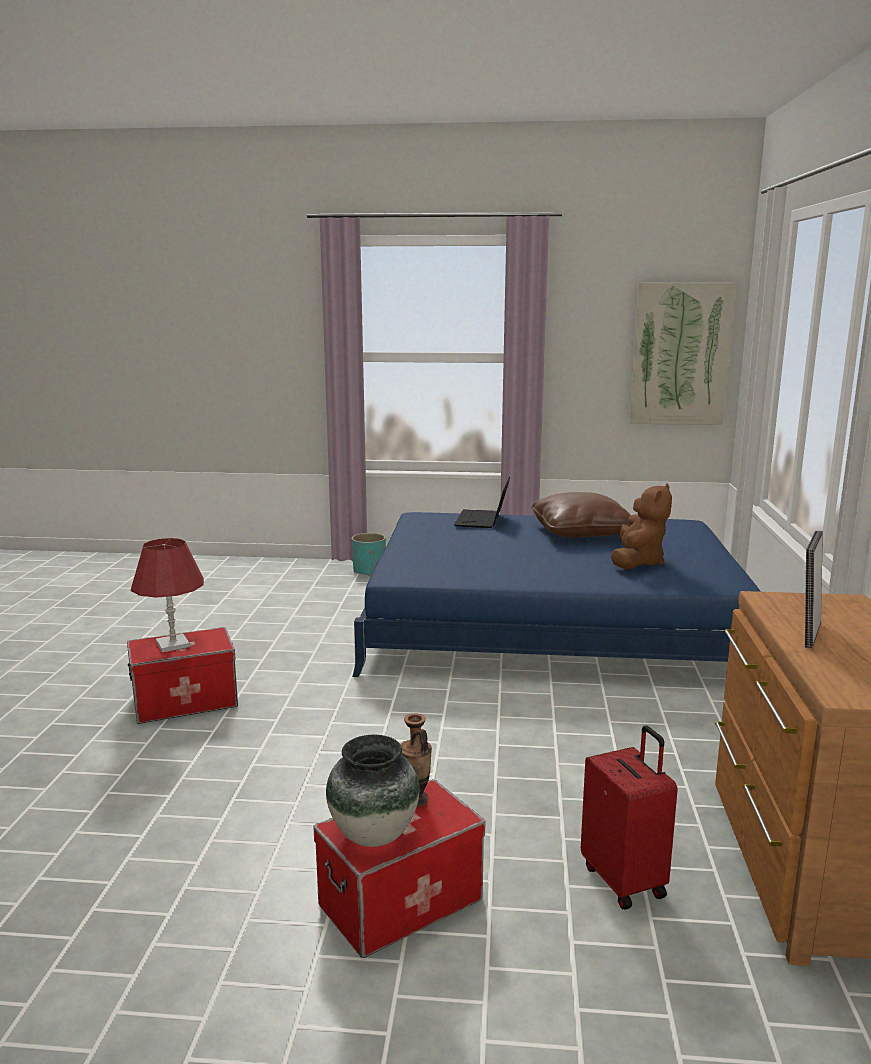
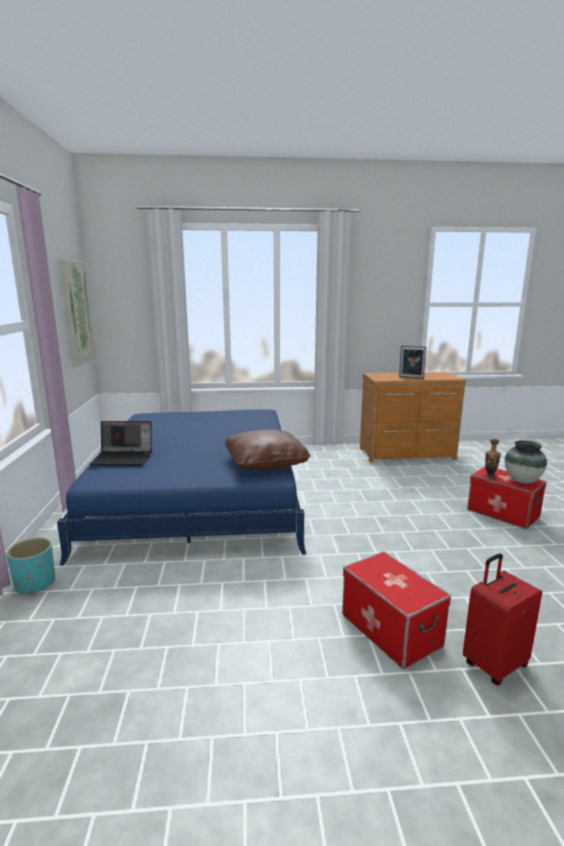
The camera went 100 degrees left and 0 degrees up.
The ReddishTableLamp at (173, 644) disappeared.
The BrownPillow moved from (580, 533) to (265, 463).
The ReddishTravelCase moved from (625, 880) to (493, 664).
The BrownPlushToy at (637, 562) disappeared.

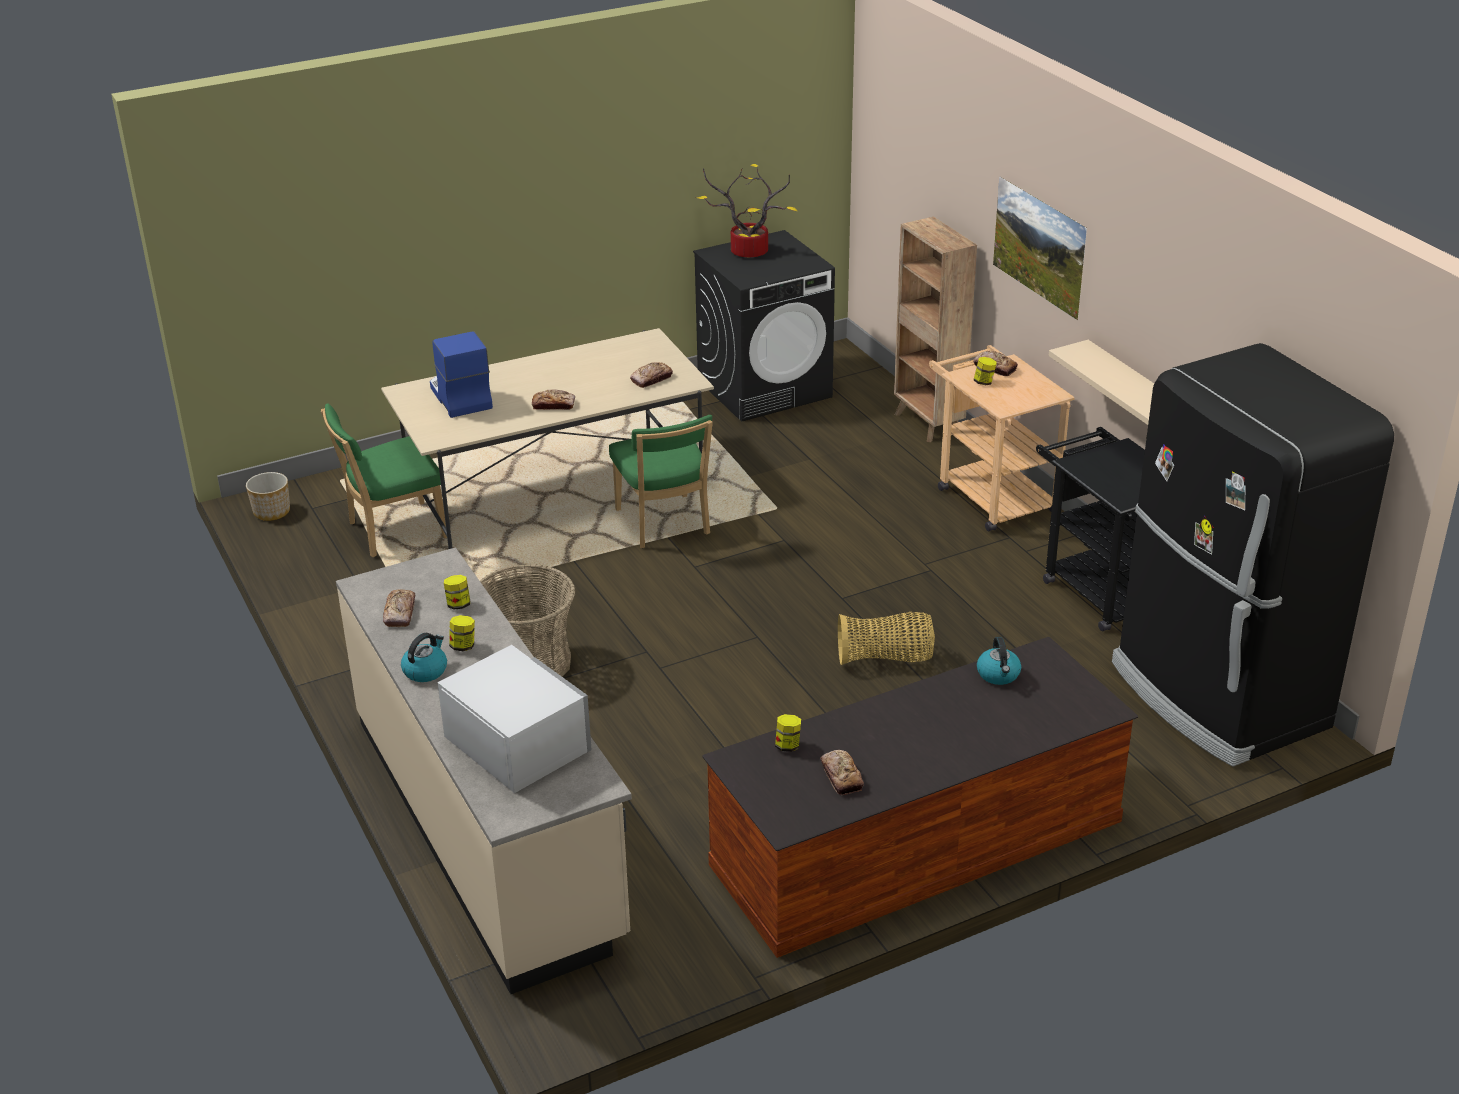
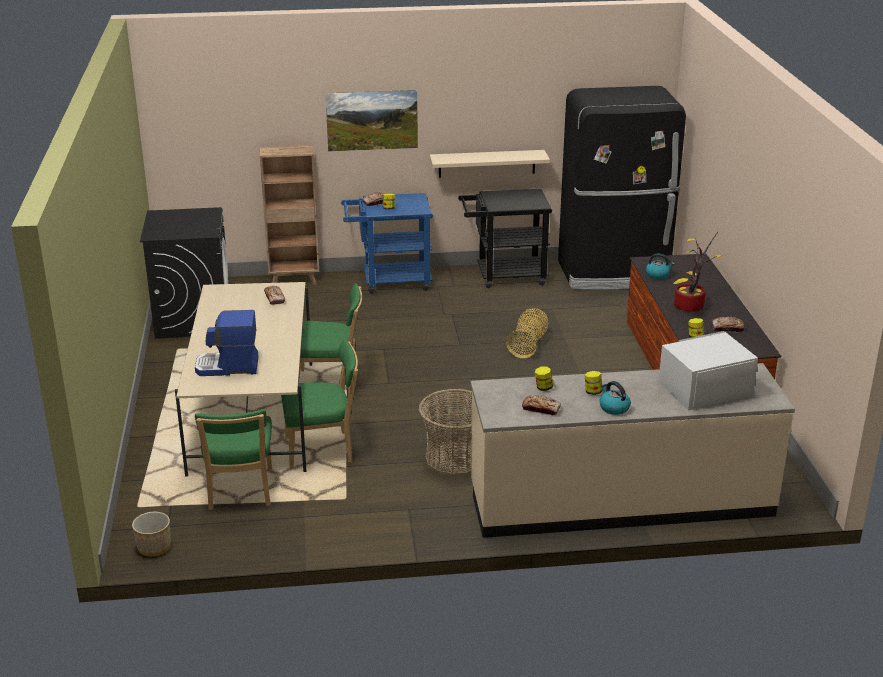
The camera went 70 degrees left and 5 degrees down.
The BakeryBread at (553, 405) disappeared.
The PottedPlant moved from (746, 252) to (690, 307).
The SandColouredTrolley at (991, 495) became the BlueColouredTrolley at (389, 281).
The GreenPlainChair at (322, 450) appeared.

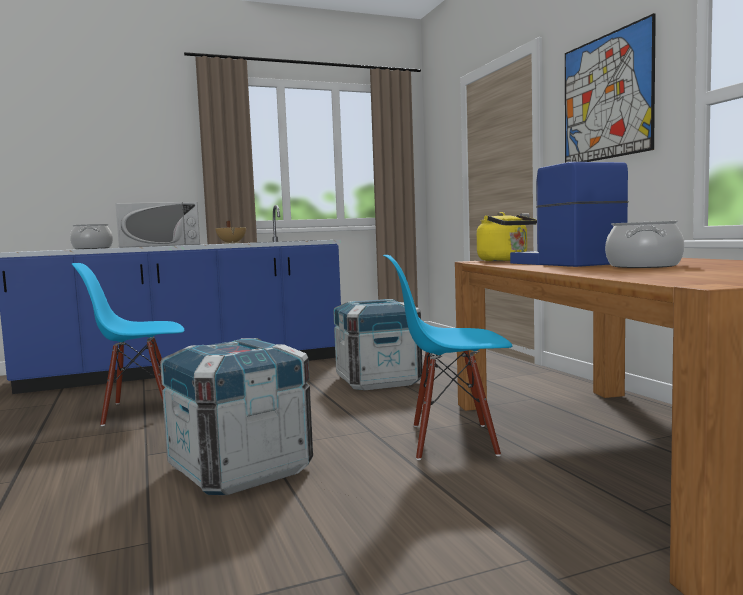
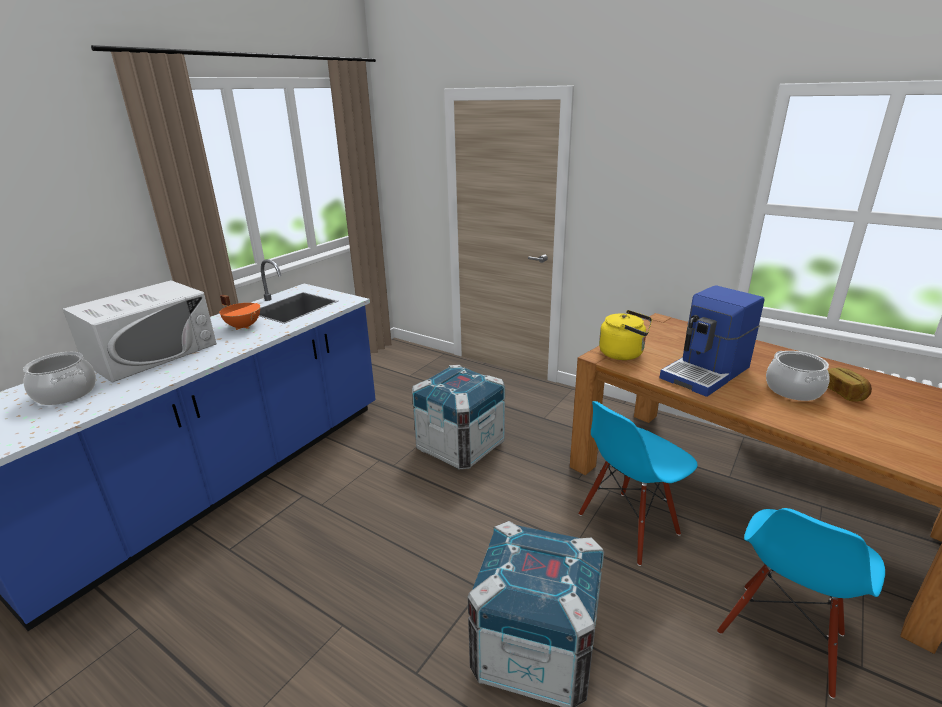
The camera went 35 degrees left and 20 degrees up.
The BlueColouredPlainChair moved from (140, 411) to (782, 636).
The SandColouredStockpot at (232, 243) became the OrangeColouredStockpot at (244, 326).
The CoffeeBrewer at (565, 263) turned 75 degrees counterclockwise.
The WallArt at (606, 97) disappeared.
The BakeryBread at (844, 393) appeared.

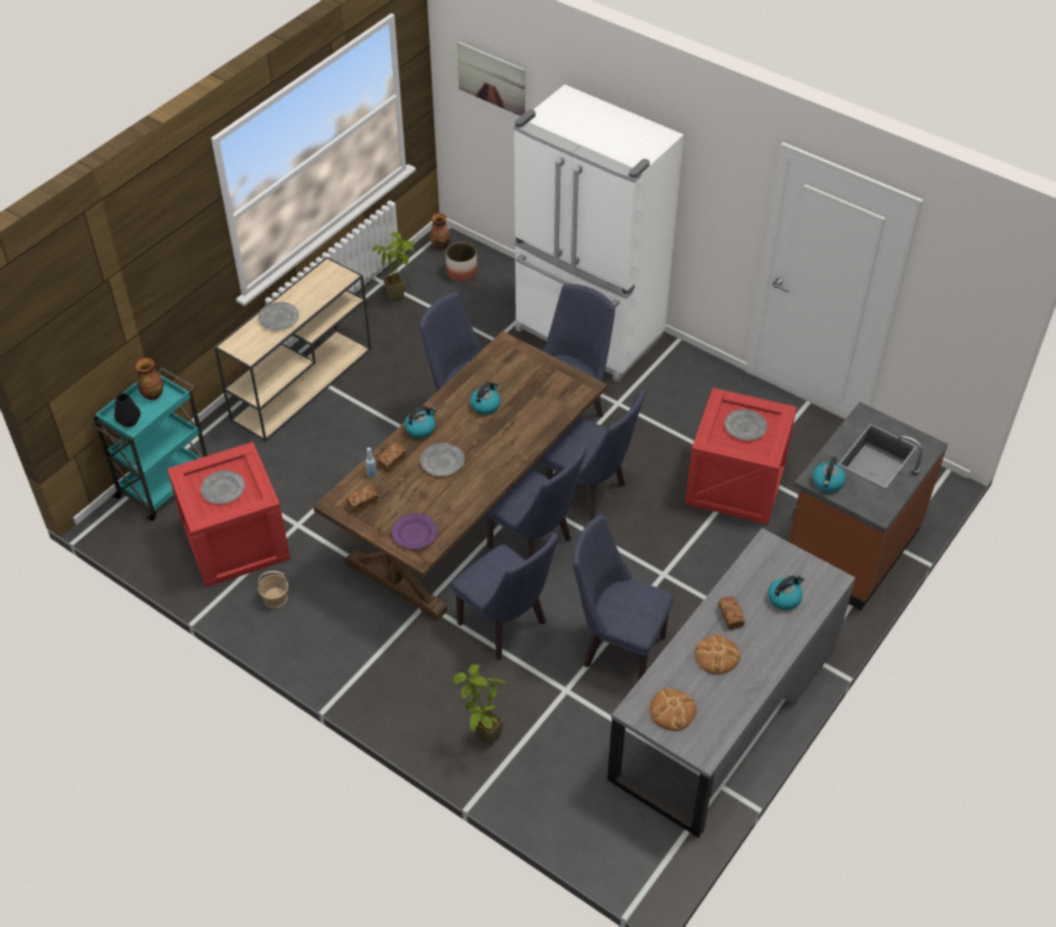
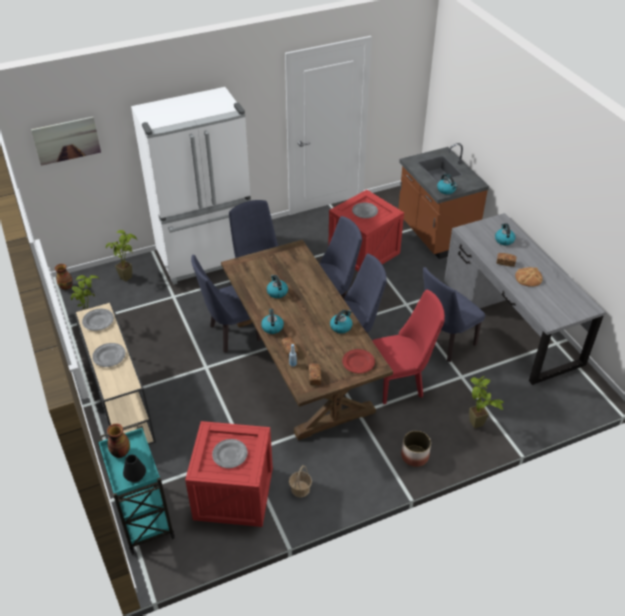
The camera went 60 degrees left and 5 degrees down.
The PurpleColouredFlatDish at (415, 533) became the ReddishFlatDish at (358, 362).
The GrayFlatDish moved from (442, 461) to (98, 321).
The PlantPot moved from (462, 272) to (414, 456).
The BlueColouredPlainChair at (507, 627) became the ReddishPlainChair at (401, 383).
The BakeryBread at (672, 710) disappeared.
The PottedPlant at (130, 276) appeared.
The WaterKettle at (341, 326) appeared.

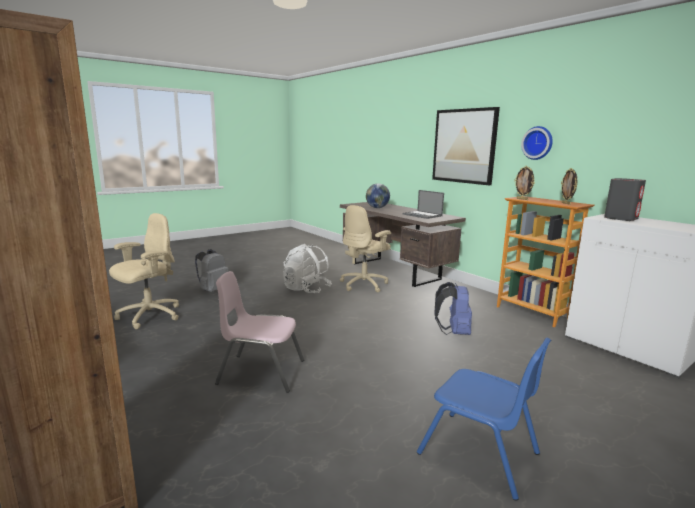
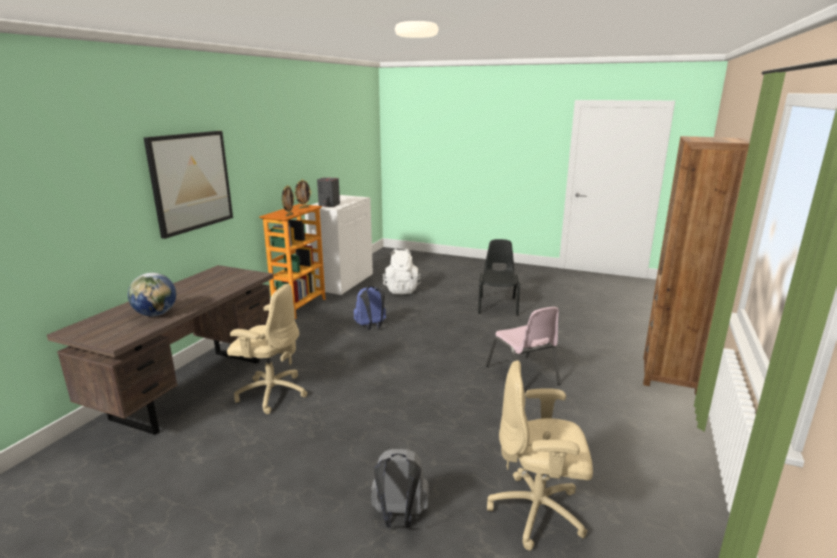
The camera went 120 degrees left and 5 degrees up.
The WhitishRucksack moved from (306, 289) to (401, 289).
The PortableComputer at (422, 215) disappeared.
The BlueColouredPlainChair at (479, 453) became the BlackColouredPlainChair at (498, 305).
The ClockOnTheWall at (538, 143) disappeared.

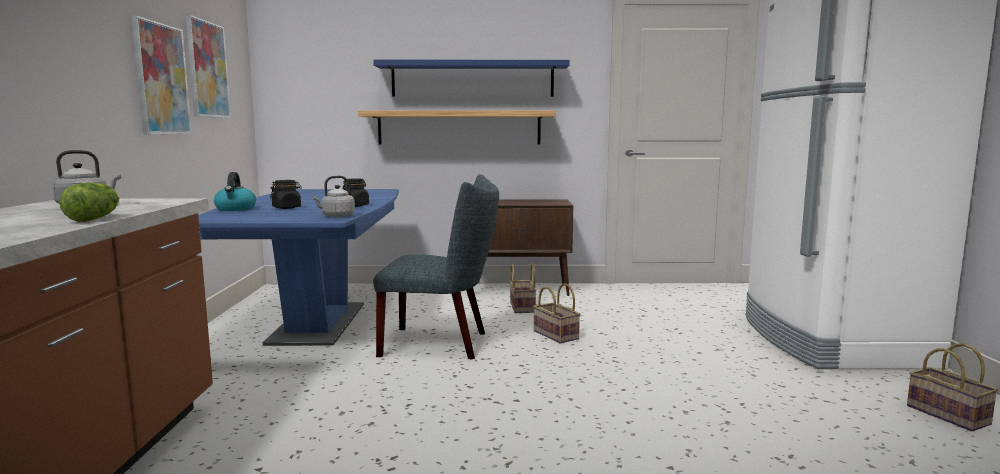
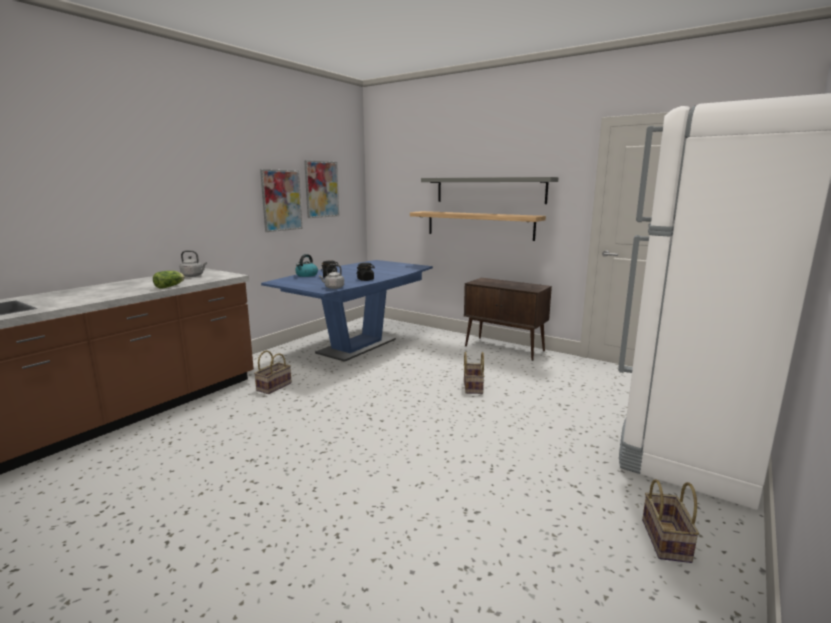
The camera went 35 degrees right and 5 degrees up.
The BlueColouredWallShelf at (472, 79) became the GrayWallShelf at (489, 190).
The GrayPlainChair at (441, 344) disappeared.
The HouseholdBasket moved from (521, 307) to (274, 386).

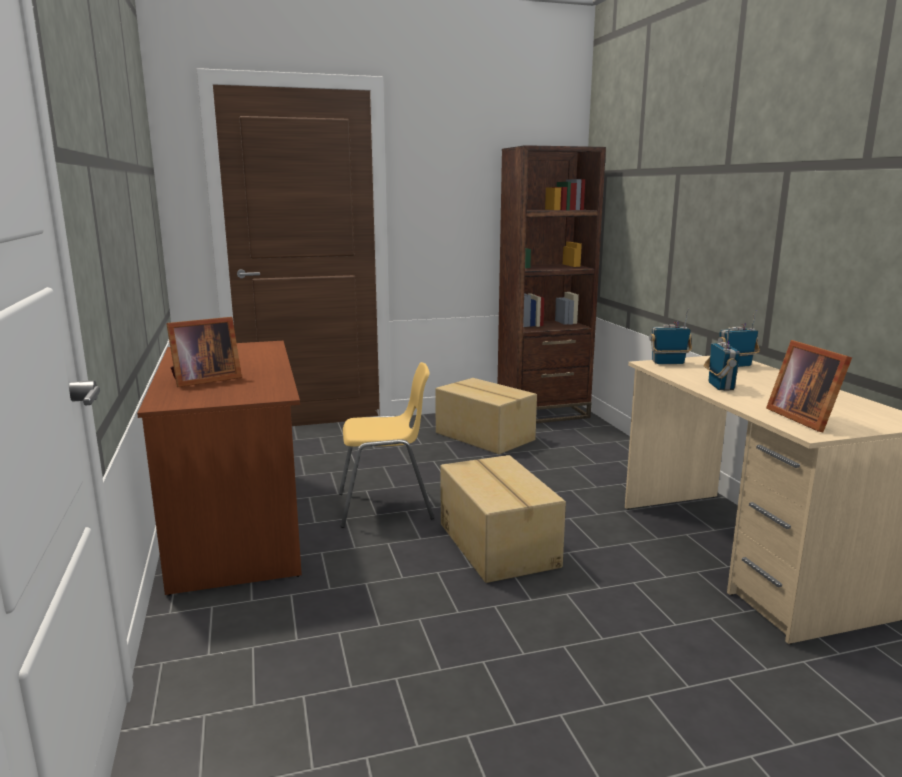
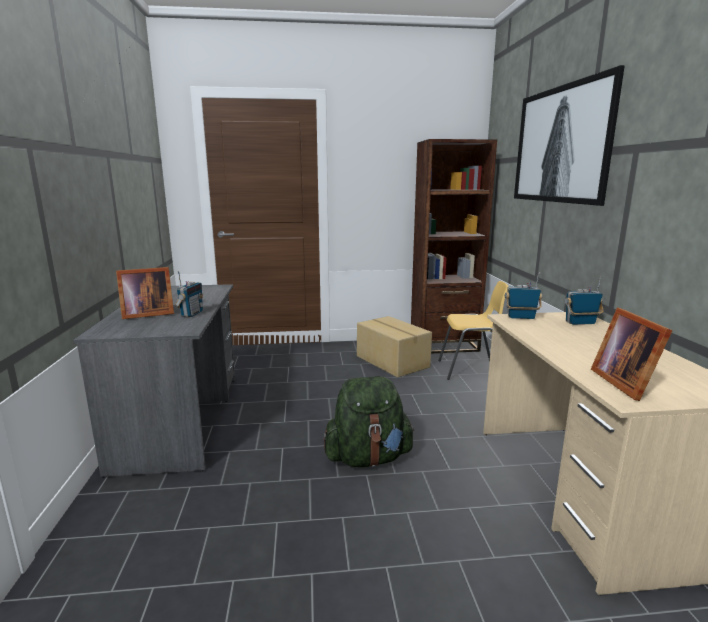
The camera went 10 degrees right and 0 degrees up.
The BrownDesk at (236, 523) became the GrayDesk at (181, 420).
The YellowColouredPlainChair moved from (386, 507) to (471, 370).
The Carton at (499, 544) was replaced by the GreenRucksack at (368, 458).
The RadioSet moved from (719, 386) to (191, 314).
The WallArt at (562, 145) appeared.

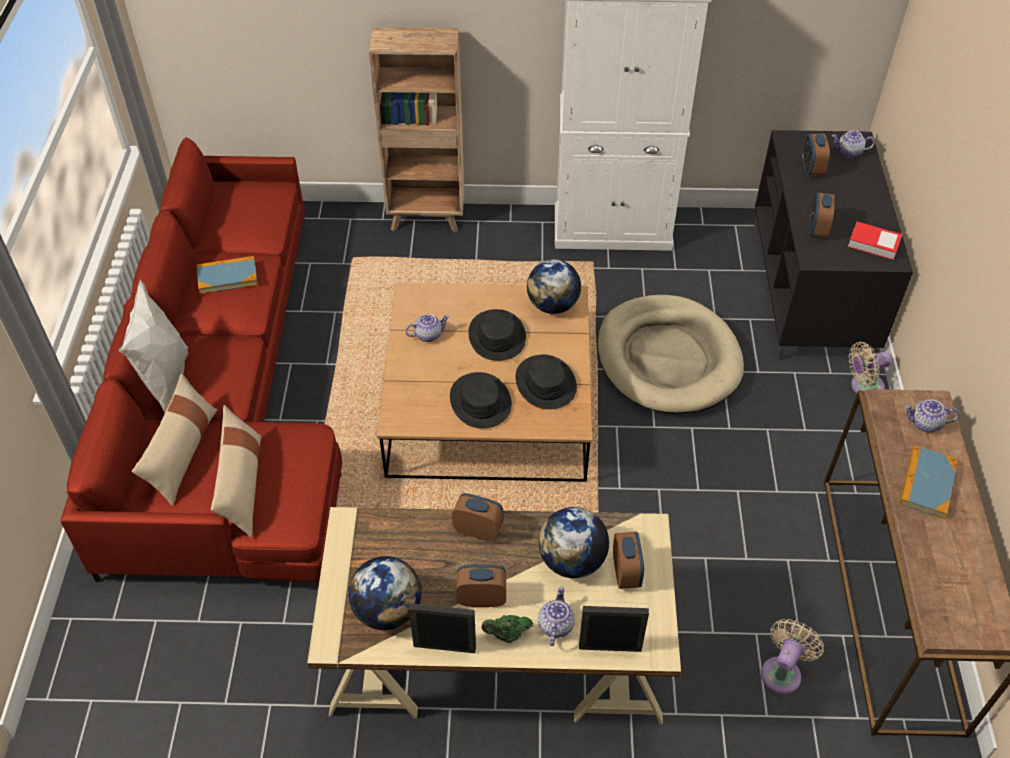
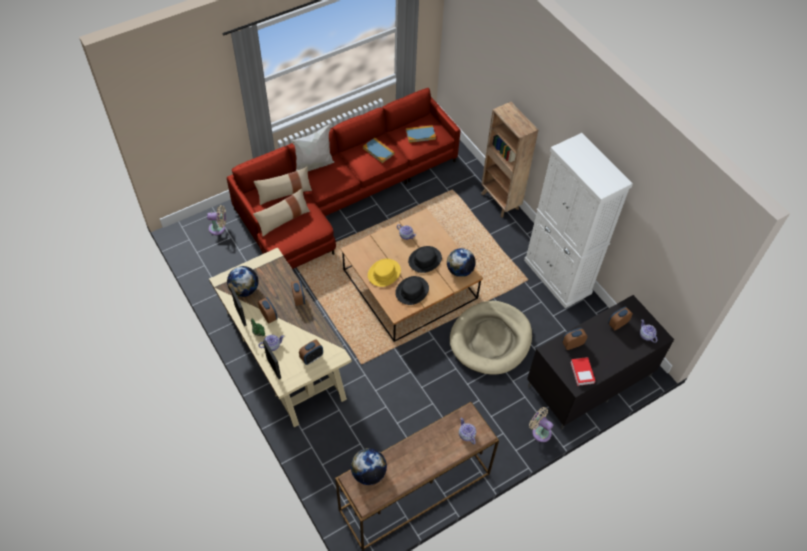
The camera went 55 degrees right and 5 degrees up.
The BlackColouredClothingHat at (480, 401) became the YellowColouredClothingHat at (384, 273).
The Globe moved from (572, 561) to (368, 473).
The SandColouredFan moved from (782, 671) to (219, 228).
The Book moved from (927, 484) to (420, 135).

